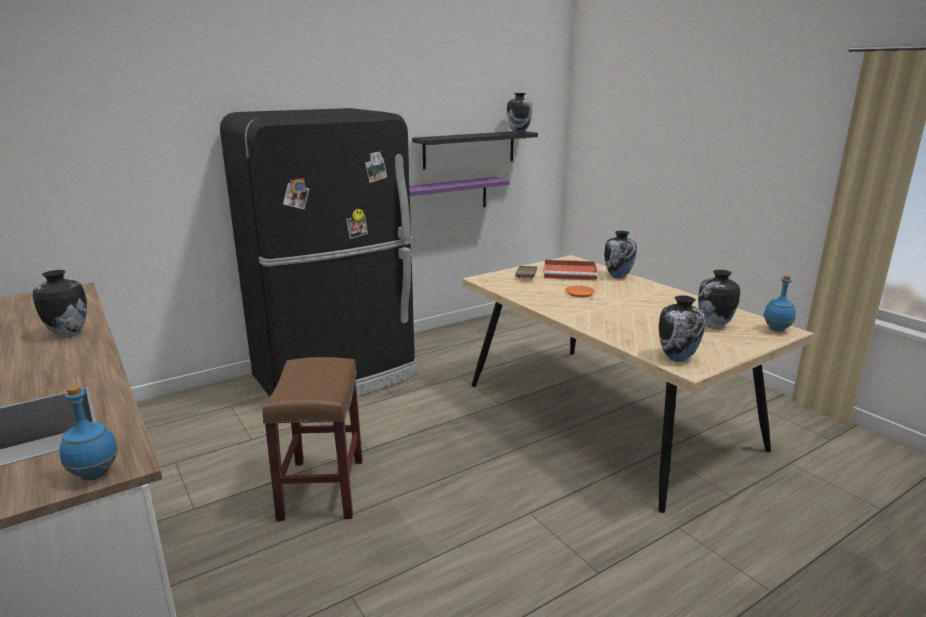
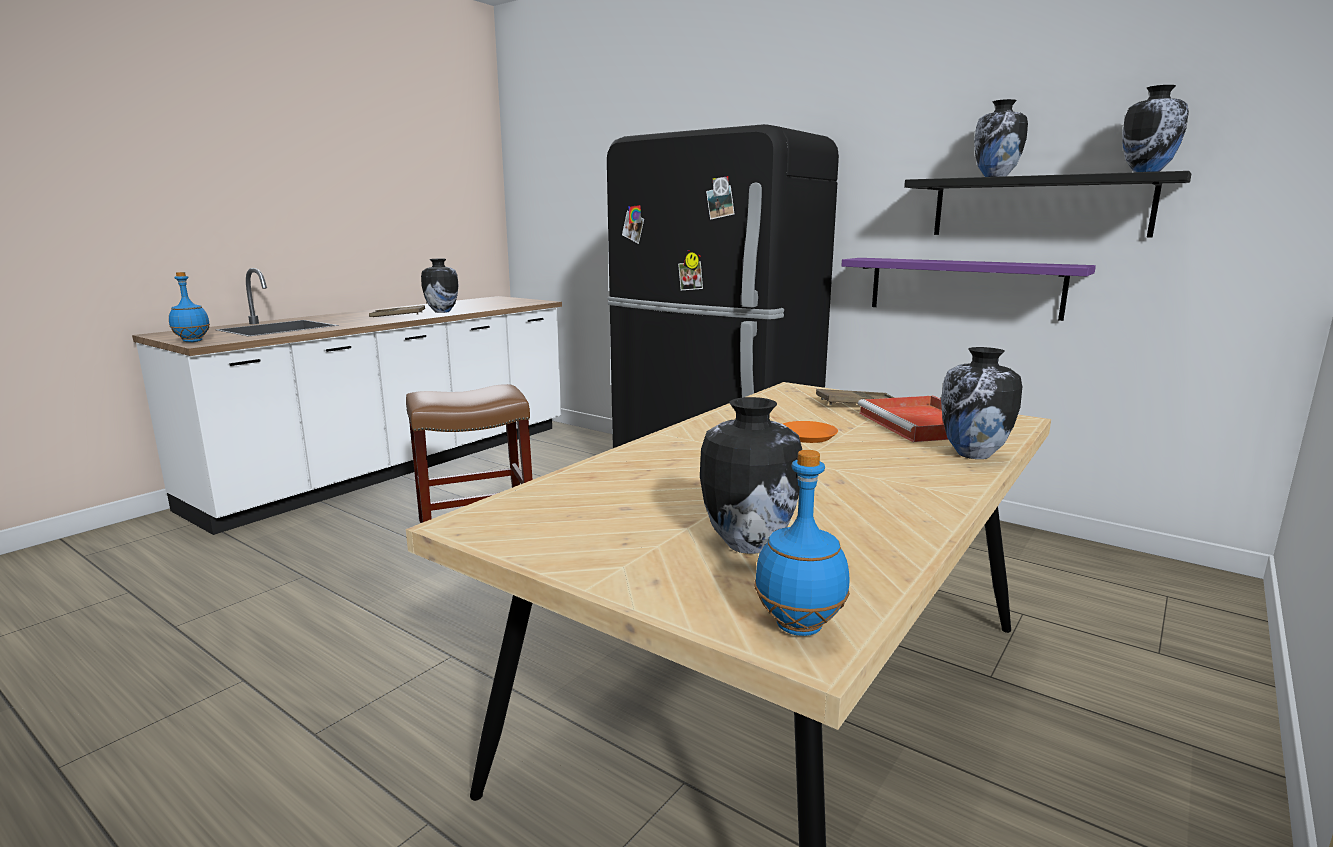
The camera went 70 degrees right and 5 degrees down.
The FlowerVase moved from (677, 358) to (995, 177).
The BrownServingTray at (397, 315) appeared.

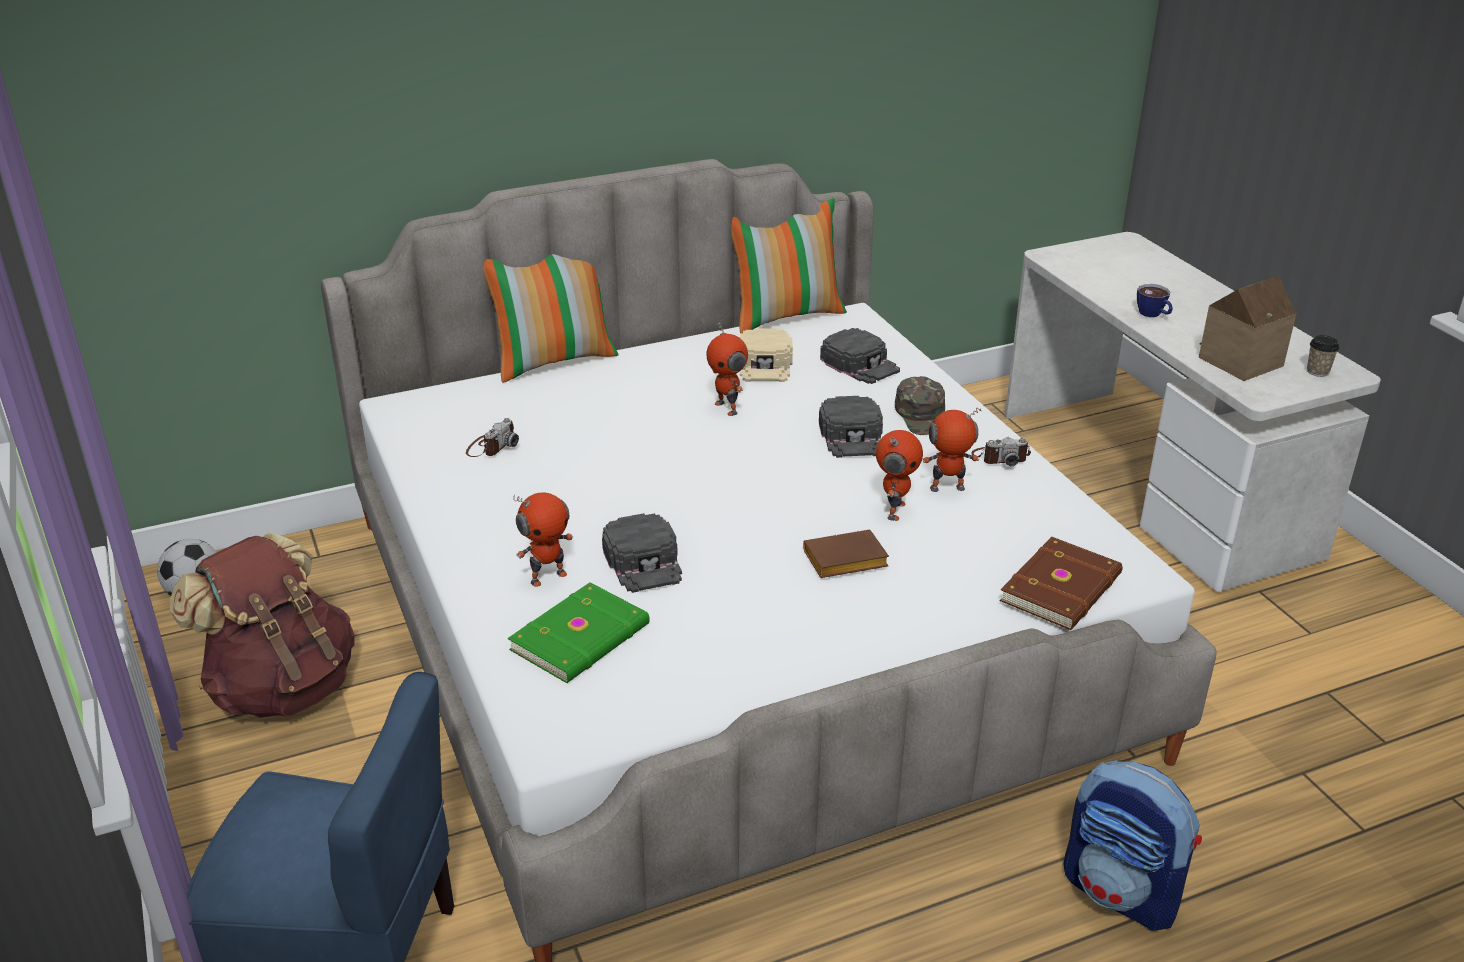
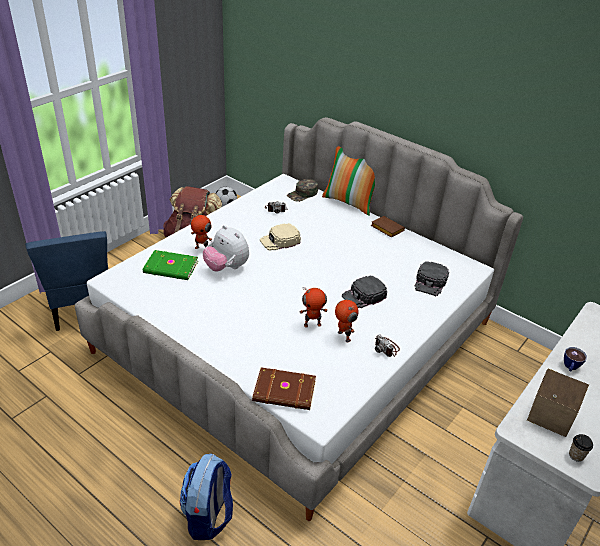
The camera went 60 degrees right and 5 degrees up.
The BlackColouredBaseballCap at (644, 561) was replaced by the PlushToy at (226, 267).
The ModelRobot at (727, 408) disappeared.
The Pillow at (786, 315) disappeared.
The SandColouredBaseballCap moved from (765, 364) to (280, 241).
The BrownBook moved from (843, 562) to (386, 229).
The GreenBaseballCap moved from (924, 416) to (302, 194).

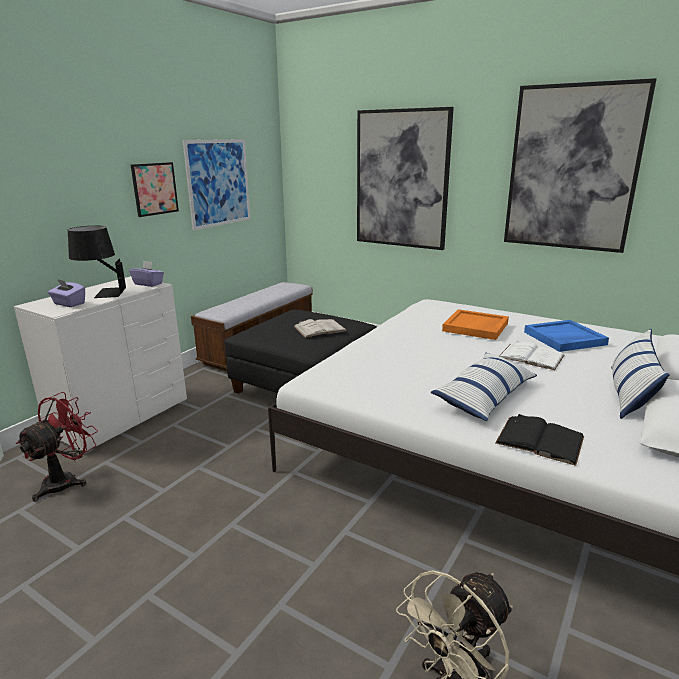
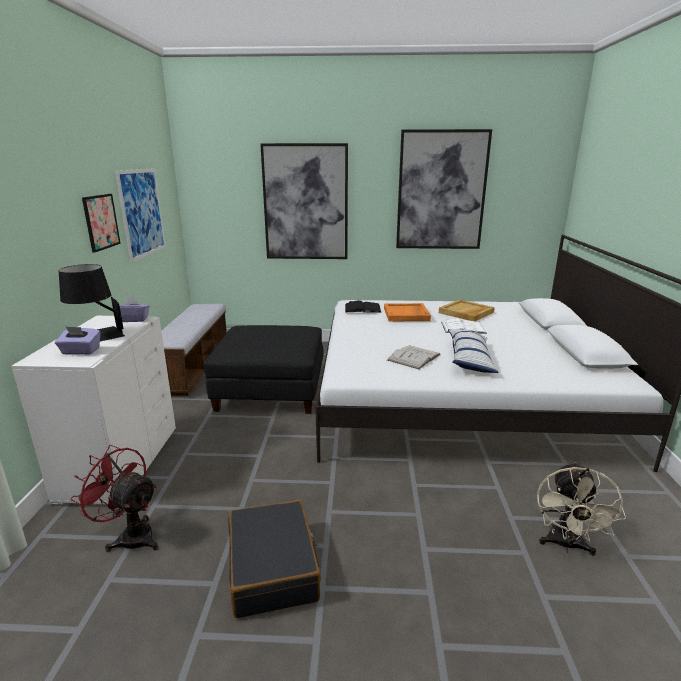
The camera went 30 degrees left and 0 degrees up.
The ReddishFan at (66, 480) turned 60 degrees counterclockwise.
The WhitishBook moved from (320, 329) to (414, 357).
The BlackColouredBook moved from (540, 440) to (362, 308).
The BlueColouredServingTray at (564, 338) became the SandColouredServingTray at (466, 312).
The Pillow at (630, 393) disappeared.
The BlackColouredTravelCase at (273, 567) appeared.

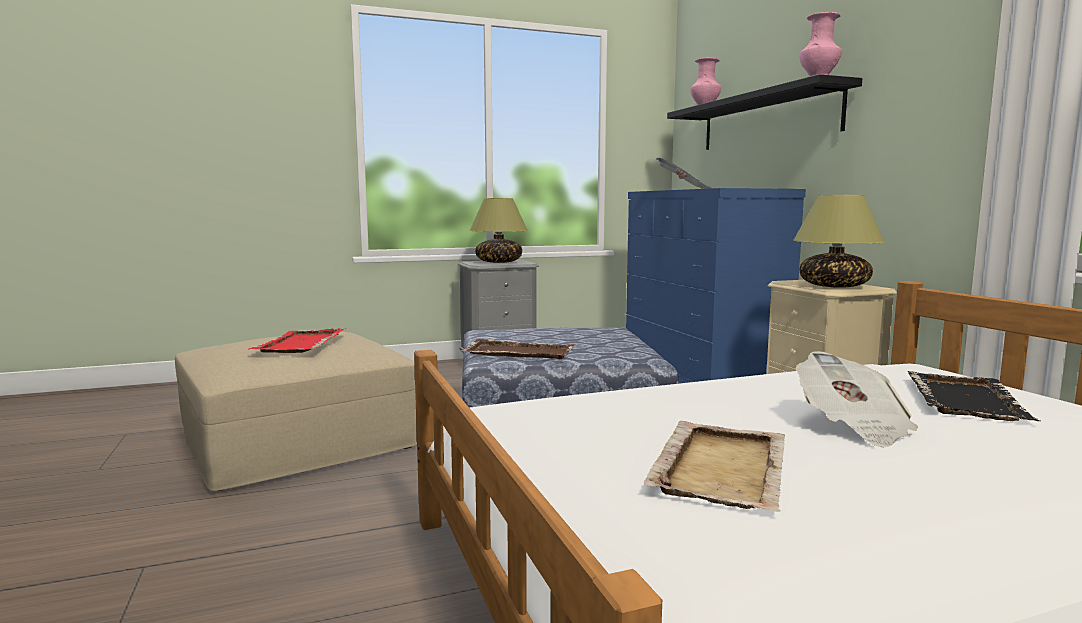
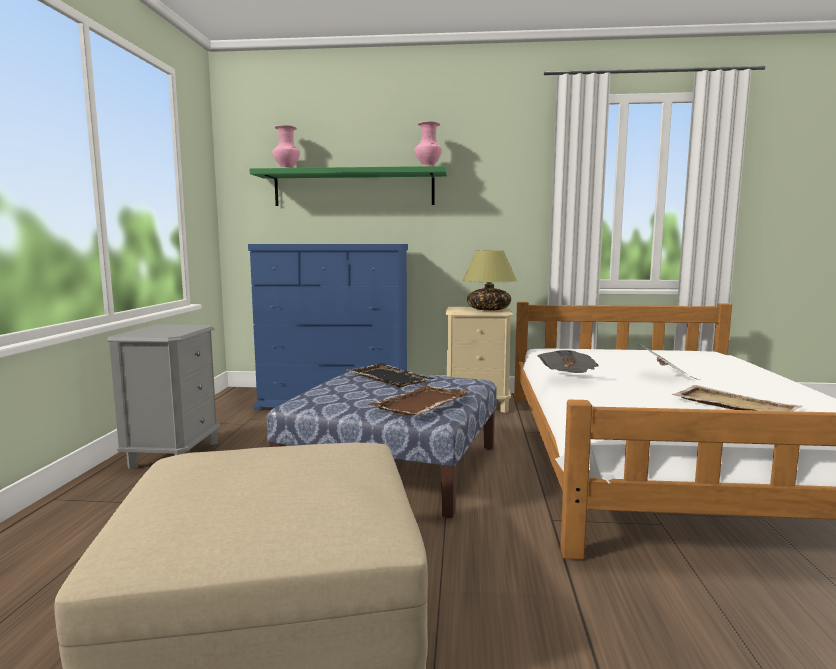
The camera went 65 degrees left and 0 degrees up.
The ReddishServingTray at (300, 344) disappeared.
The TableLamp at (499, 262) disappeared.
The DailyPaper moved from (683, 189) to (568, 378).
The BlackColouredWallShelf at (767, 120) became the GreenWallShelf at (353, 188).
The BlackColouredServingTray moved from (964, 399) to (388, 377).

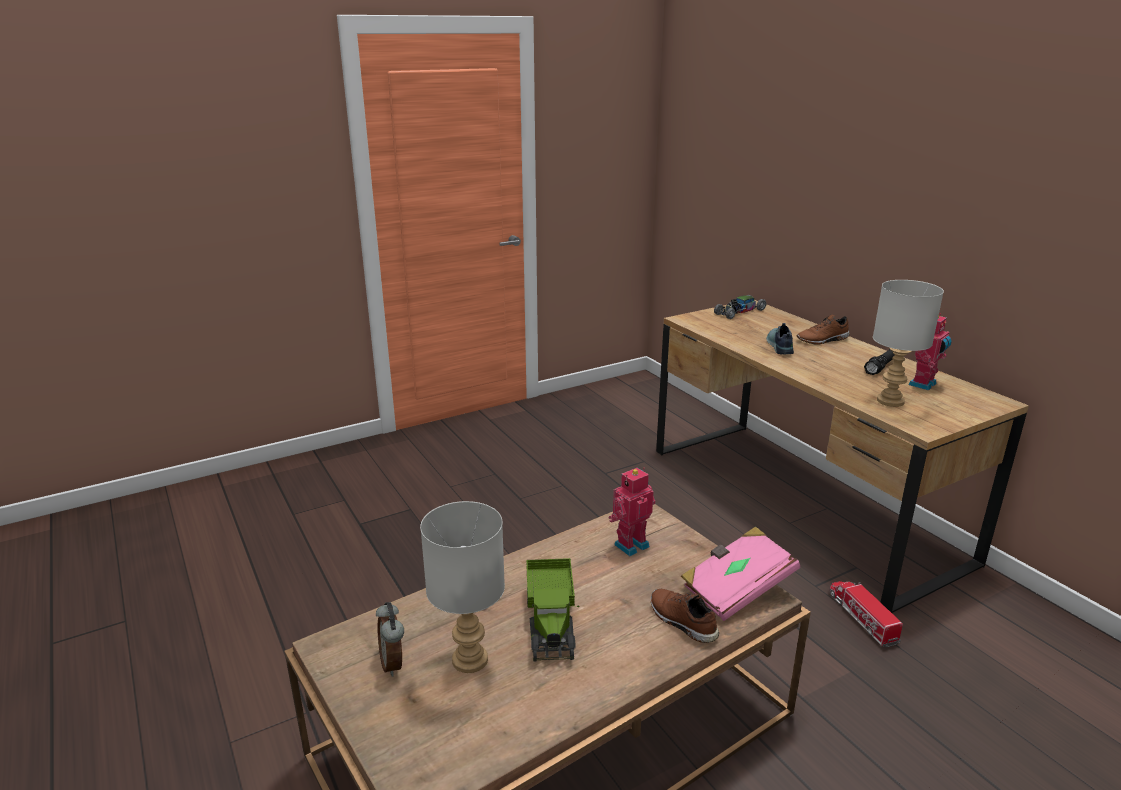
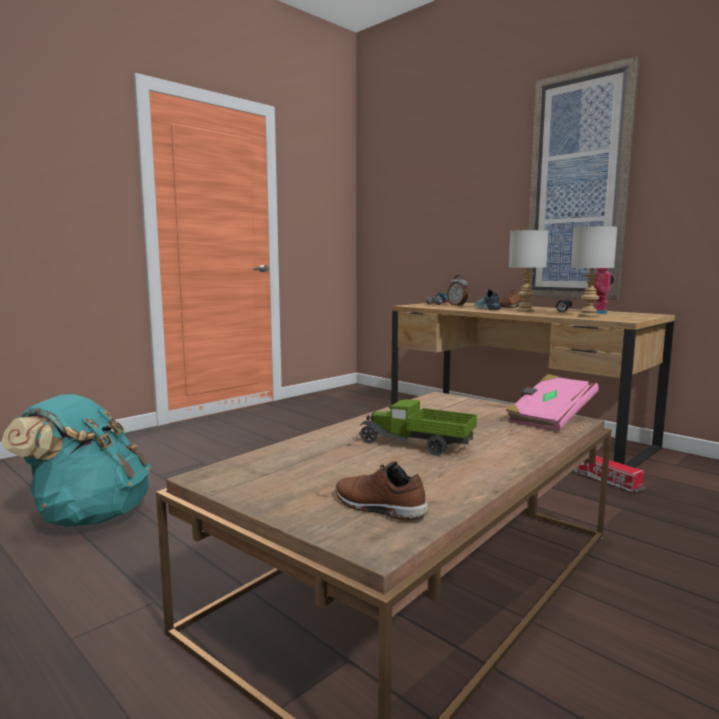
The camera went 15 degrees left and 15 degrees down.
The AlarmClock moved from (393, 663) to (457, 305).
The GrayTableLamp moved from (469, 659) to (524, 311).
The ModelTruck at (551, 622) turned 135 degrees clockwise.
The ModelRobot at (630, 544) disappeared.
The BrownLowShoe moved from (681, 621) to (377, 507).
The TurquoiseRucksack at (89, 516) appeared.
The WallArt at (578, 188) appeared.

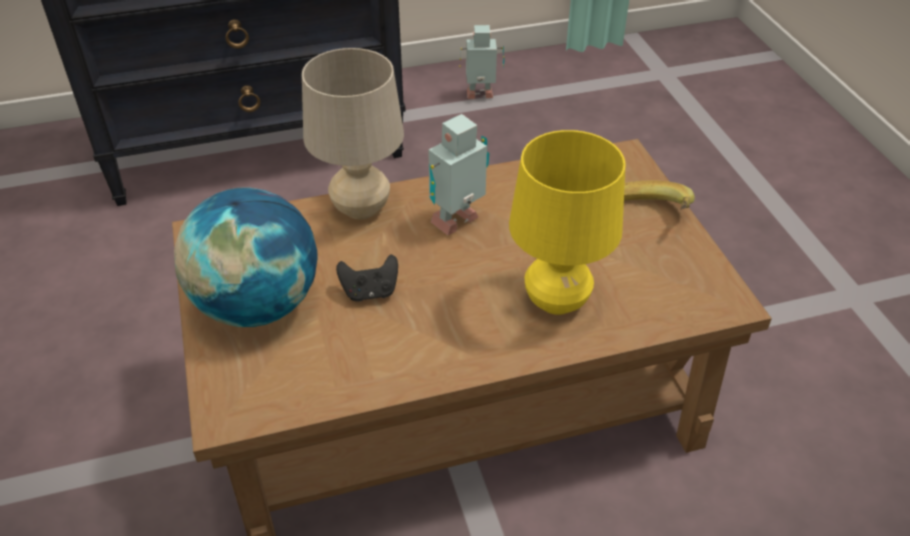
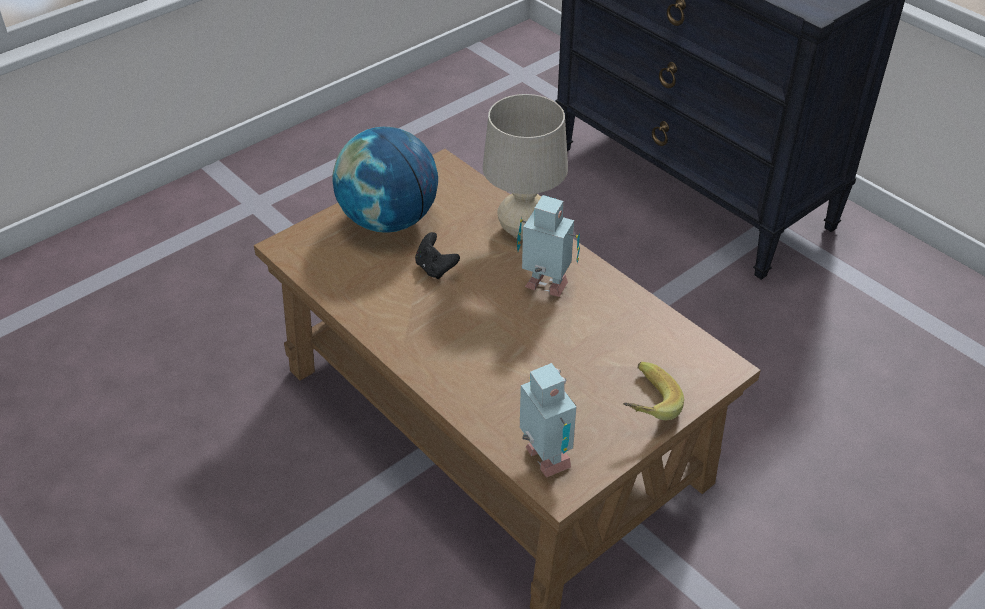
The camera went 65 degrees right and 0 degrees up.
The ModelRobot moved from (481, 96) to (545, 461).
The YellowColouredTableLamp at (556, 301) disappeared.

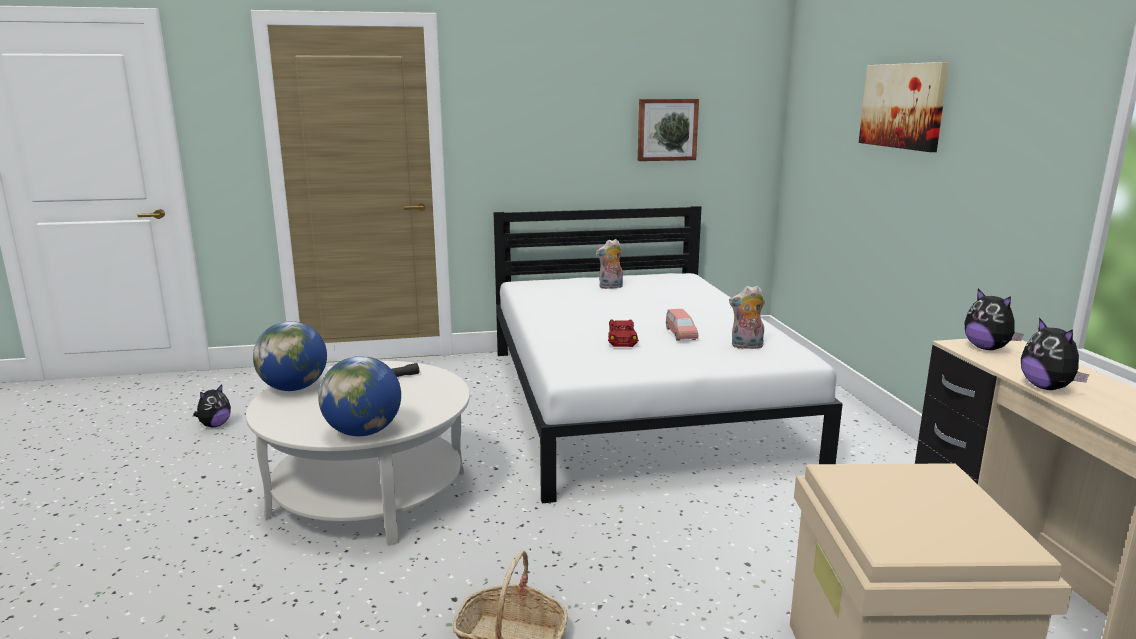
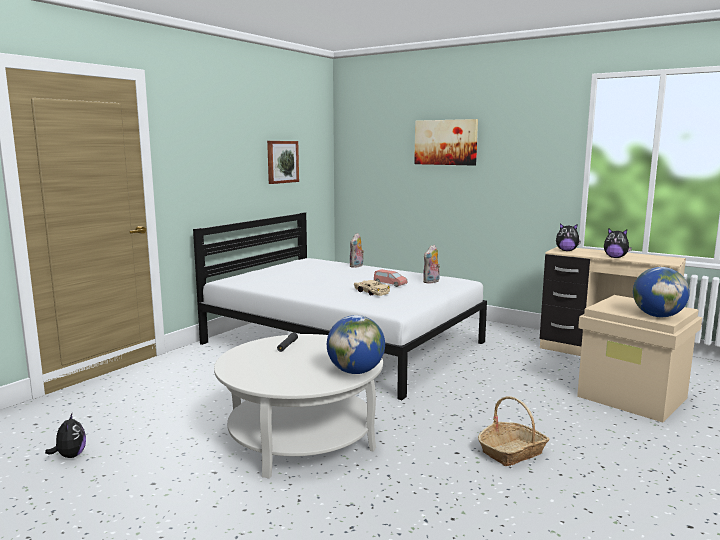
The camera went 45 degrees left and 5 degrees down.
The Globe moved from (294, 388) to (657, 316).
The PlushToy moved from (610, 287) to (356, 266).
The ReddishToyCar at (622, 339) became the SandColouredToyCar at (371, 292).

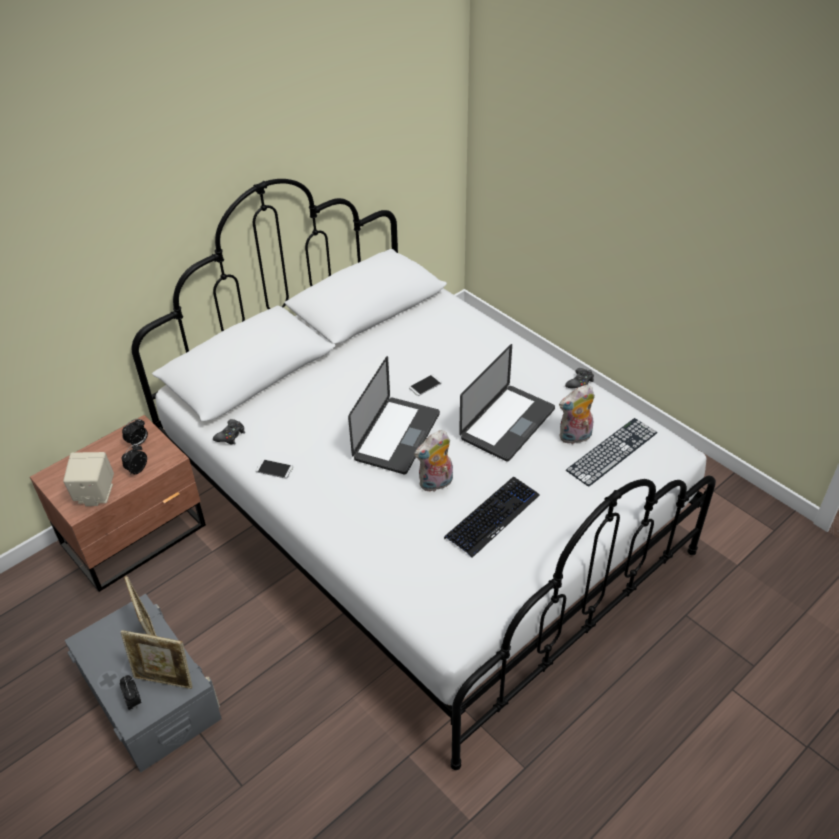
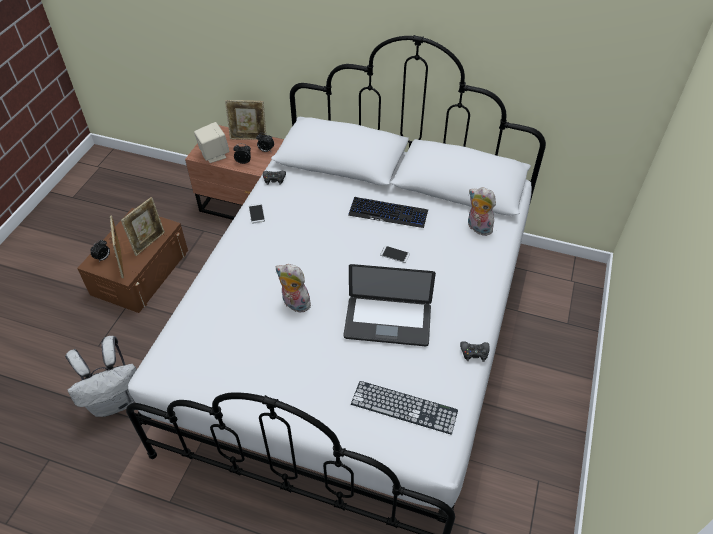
The camera went 60 degrees right and 5 degrees up.
The GrayStorageBin at (150, 695) became the BrownStorageBin at (140, 272).
The PortableComputer at (397, 436) disappeared.
The PcKeyboard moved from (492, 517) to (388, 213).
The PlushToy moved from (575, 437) to (477, 228).
The WhitishRucksack at (115, 400) appeared.
The StandingFrame at (249, 138) appeared.

